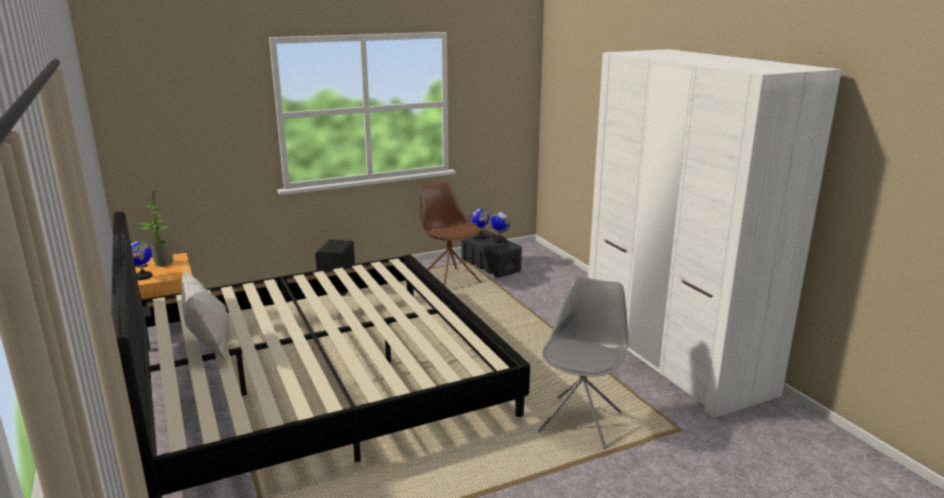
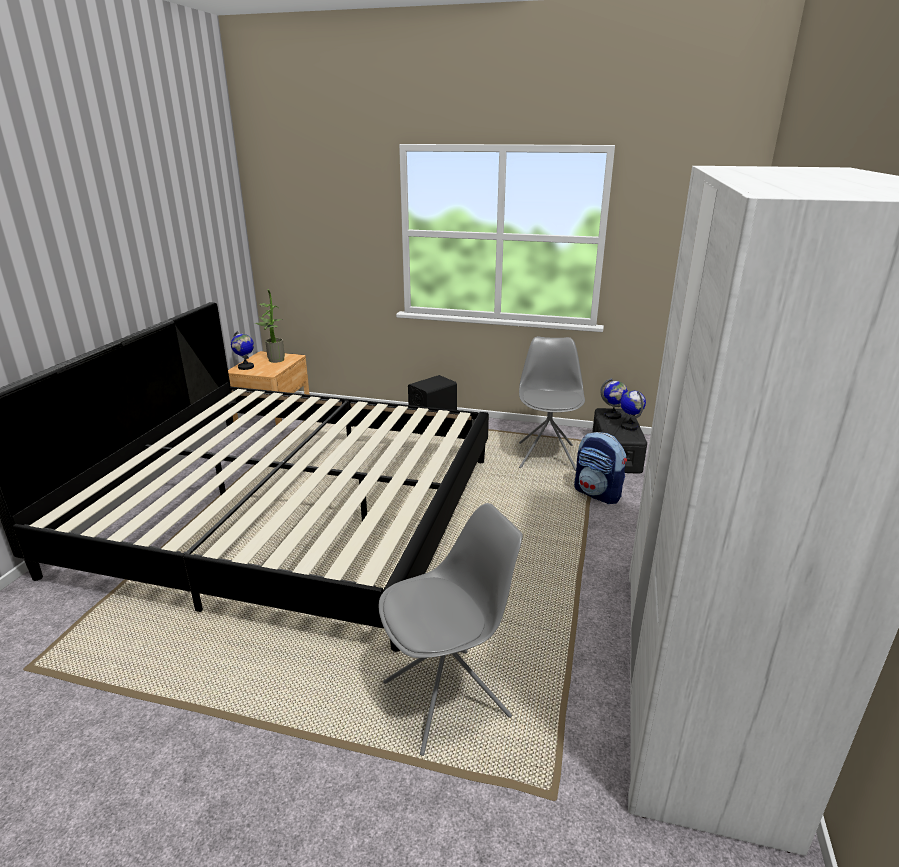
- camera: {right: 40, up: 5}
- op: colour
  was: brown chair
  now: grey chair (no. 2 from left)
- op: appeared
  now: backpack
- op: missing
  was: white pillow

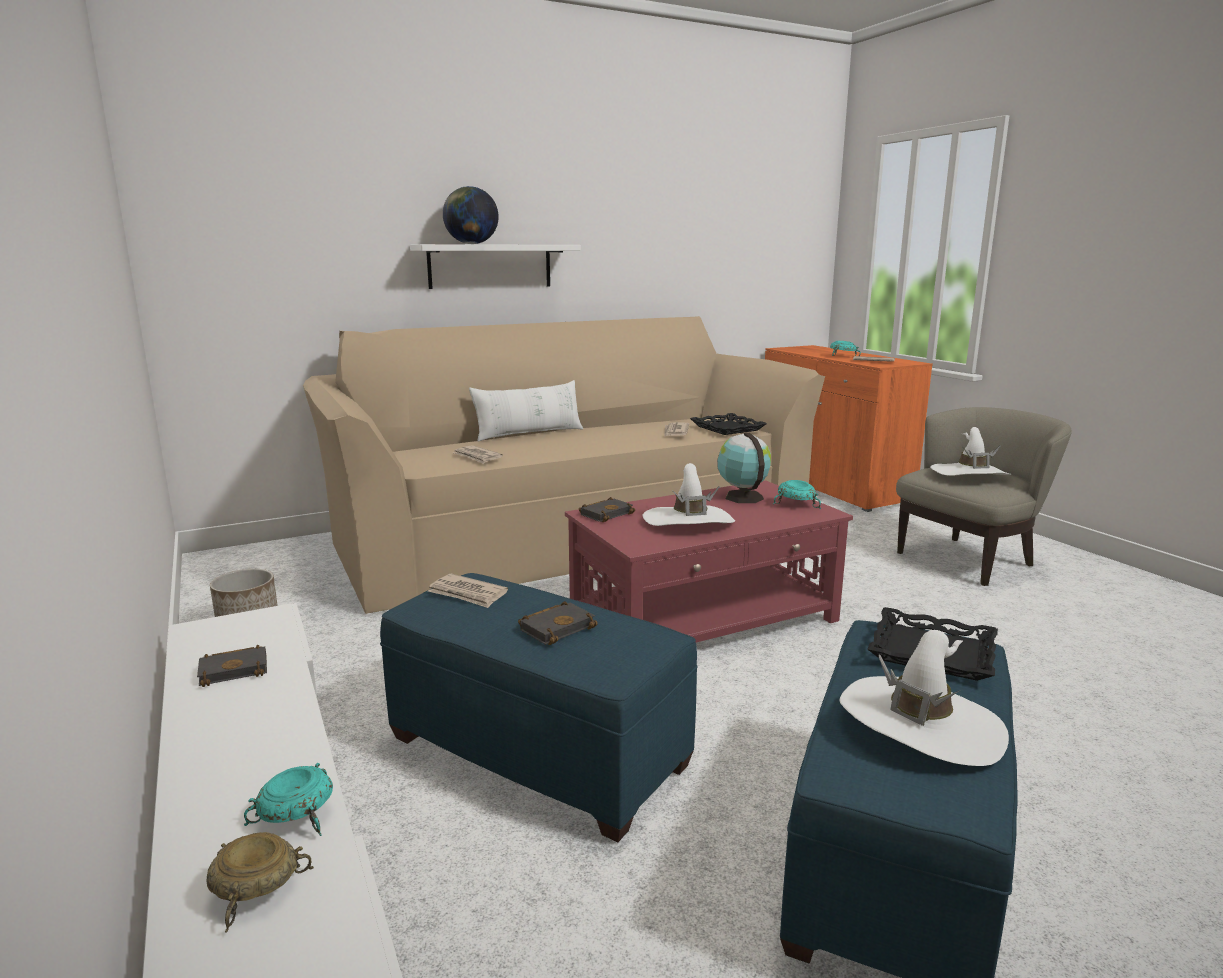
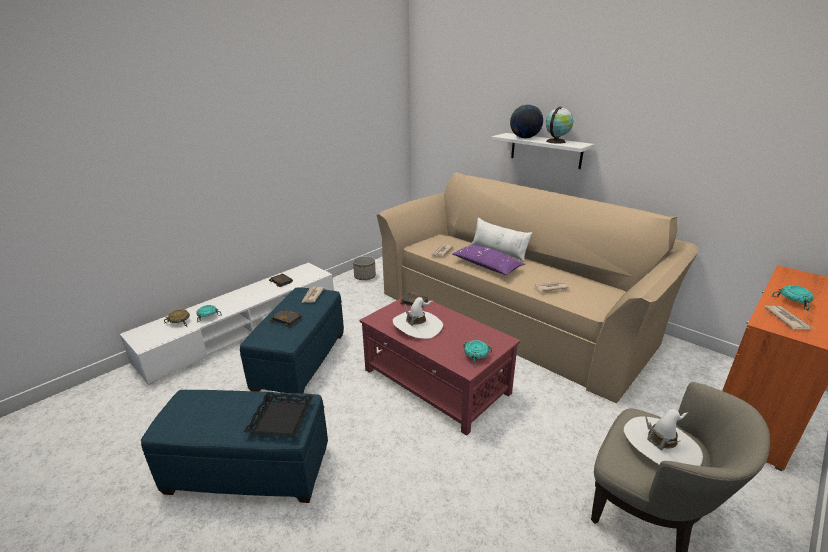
- camera: {right: 70, up: 10}
- op: appeared
  now: purple pillow
- op: relocated
  was: globe (no. 2 from left)
- op: missing
  was: black tray (no. 1 from left)
- op: missing
  was: white hat (no. 2 from left)

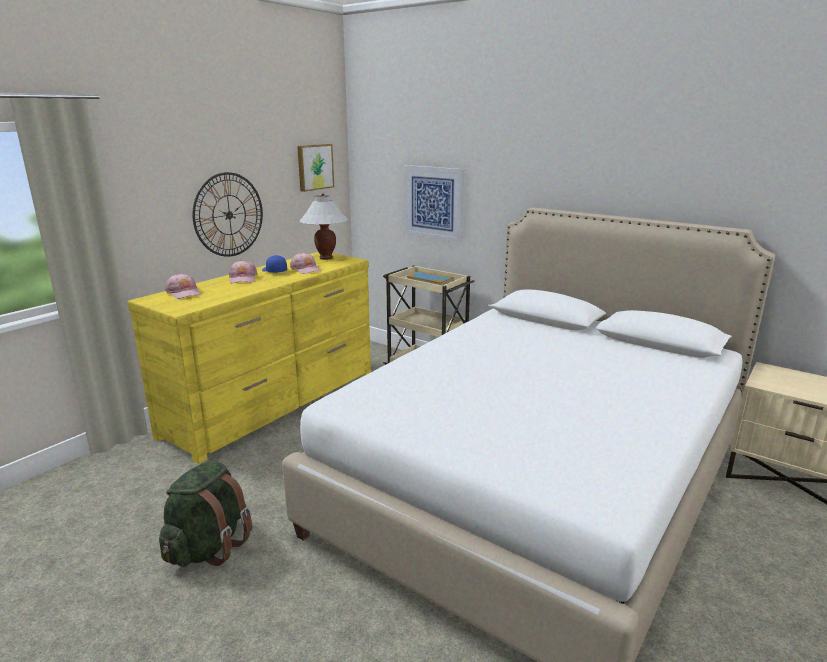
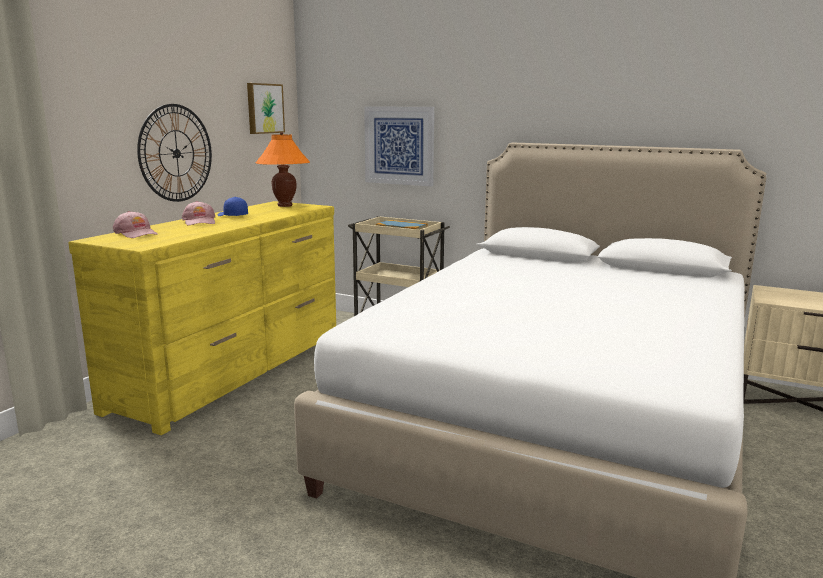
- camera: {right: -10, up: -5}
- op: colour
  was: white table lamp
  now: orange table lamp
- op: missing
  was: green backpack
- op: missing
  was: pink cap (no. 3 from left)

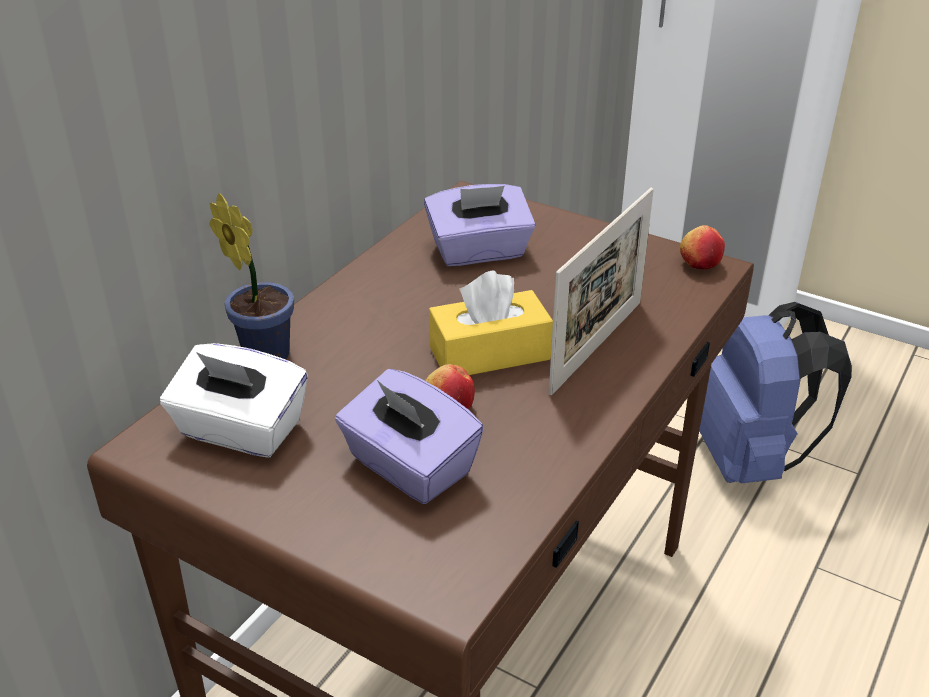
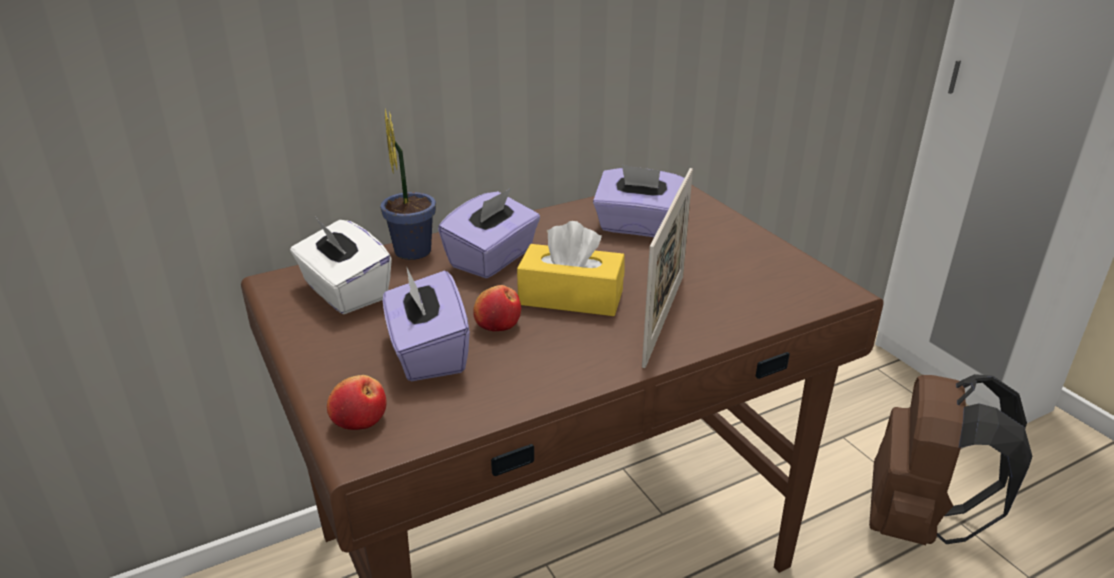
- camera: {right: 30, up: -5}
- op: relocated
  was: apple (no. 2 from left in the first image)
  now: apple (no. 1 from left)
- op: appeared
  now: purple tissue box (no. 2 from left)
- op: spun
  was: picture frame
  clockwise: -45
- op: colour
  was: blue backpack
  now: brown backpack

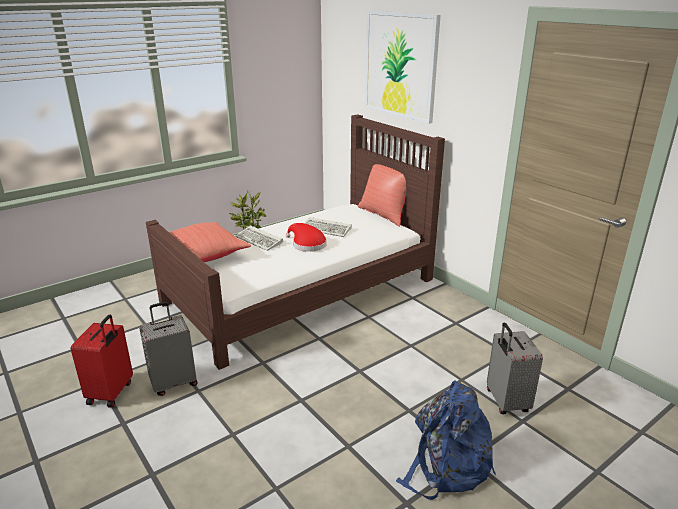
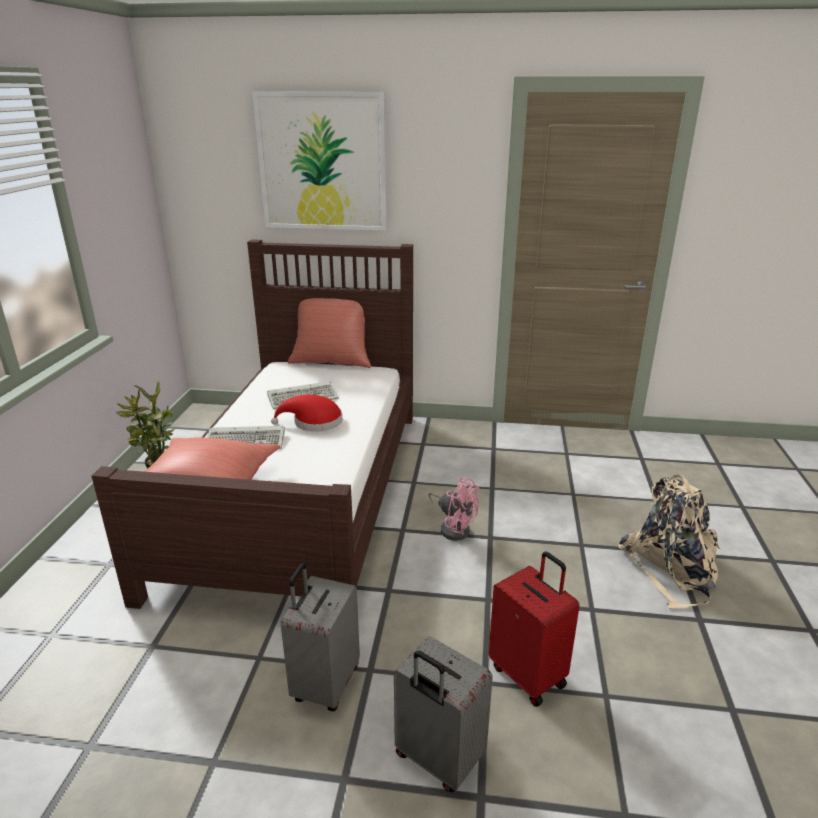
- camera: {right: -45, up: 0}
- op: relocated
  was: grey suitcase (no. 2 from left)
- op: appeared
  now: pink fan
- op: relocated
  was: red suitcase
- op: colour
  was: blue backpack
  now: beige backpack

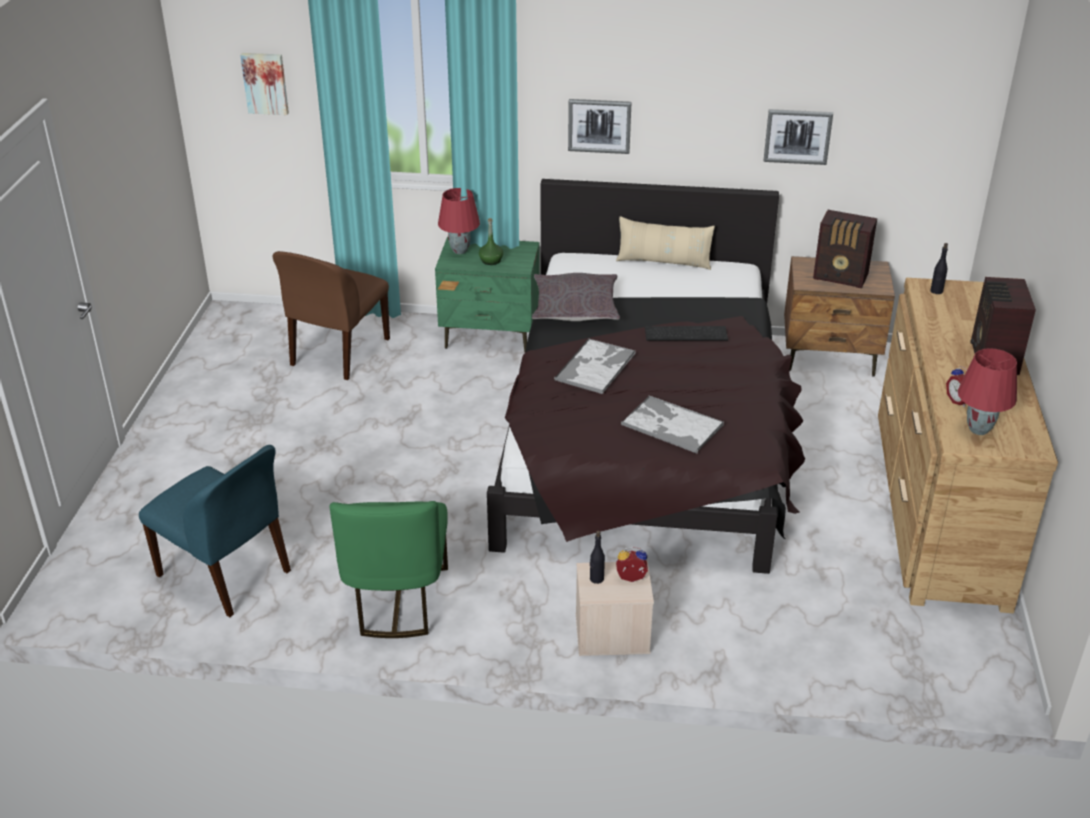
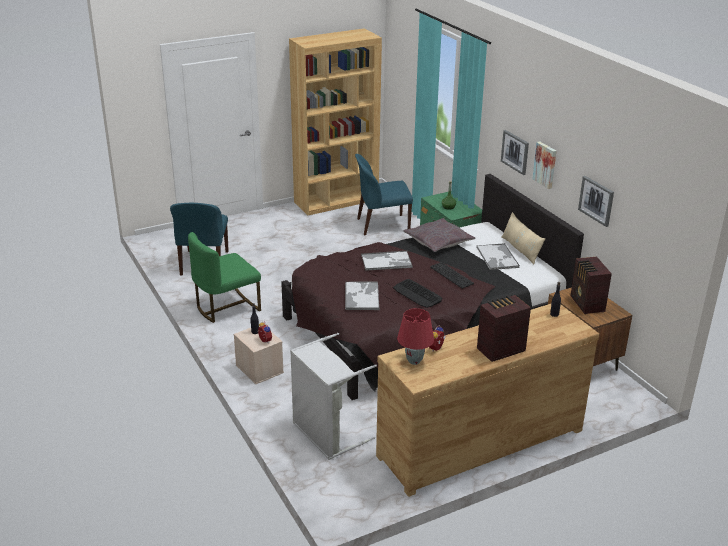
- camera: {right: 55, up: -5}
- op: appeared
  now: brown bookcase
- op: appeared
  now: grey laundry basket
- op: colour
  was: brown chair
  now: blue chair (no. 2 from left)
- op: appeared
  now: keyboard (no. 1 from left)
- op: appeared
  now: tray (no. 3 from left)
- op: relocated
  was: picture (no. 1 from left in the first image)
  now: picture (no. 2 from left)
- op: missing
  was: red table lamp (no. 1 from left)

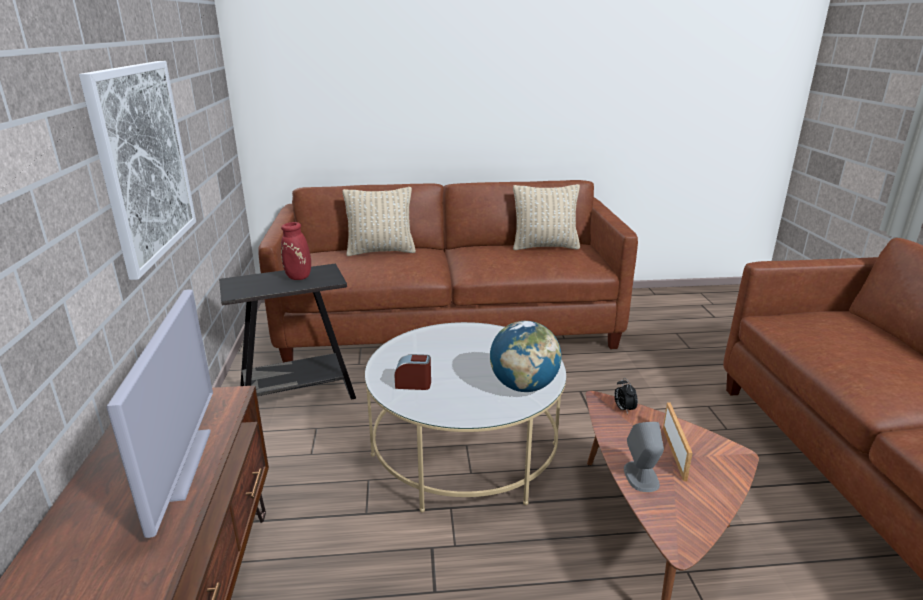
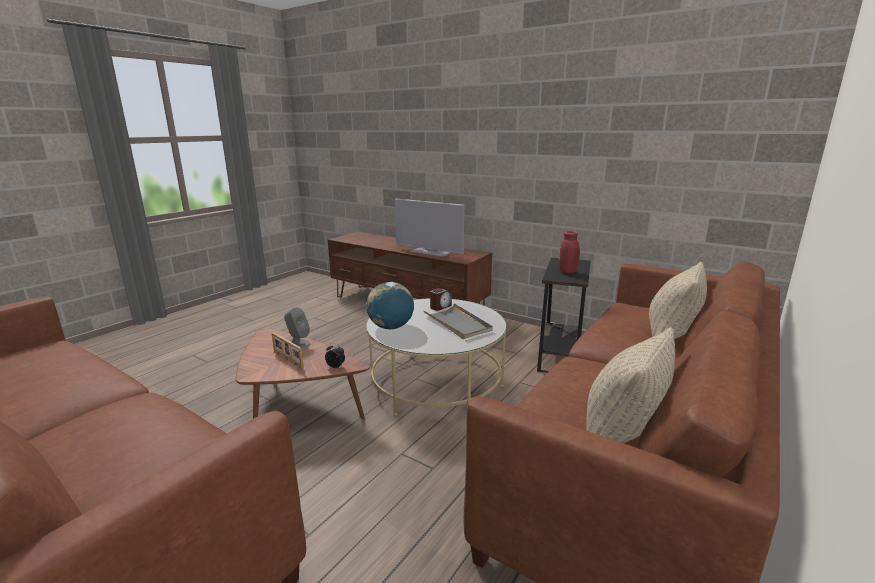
- camera: {right: 130, up: -5}
- op: appeared
  now: grey tray
- op: missing
  was: picture

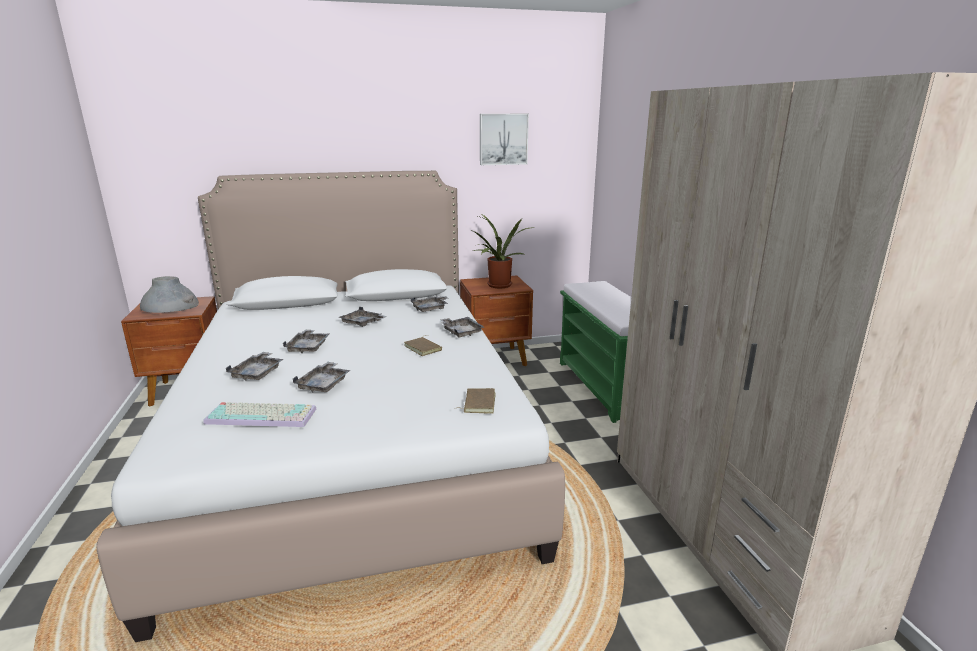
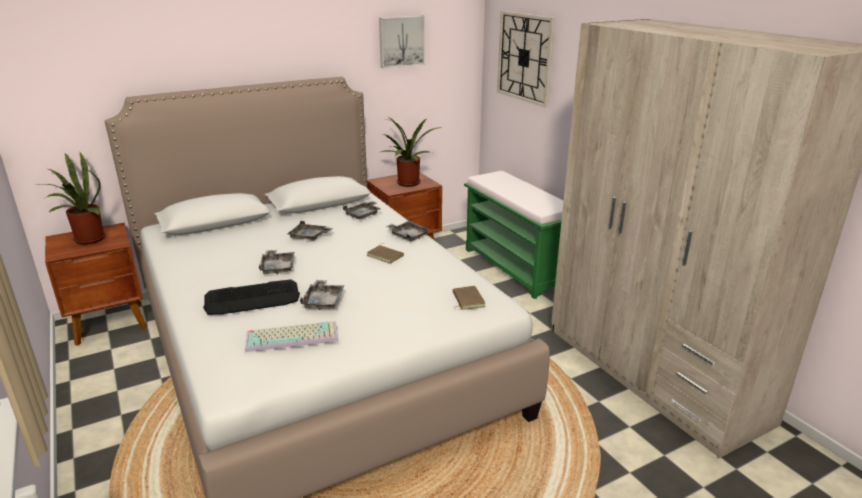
- camera: {right: -15, up: 5}
- op: exchanged
  was: grey vase
  now: potted plant (no. 1 from left)
- op: exchanged
  was: grey tray (no. 1 from left)
  now: keyboard (no. 1 from left)
- op: appeared
  now: wall clock

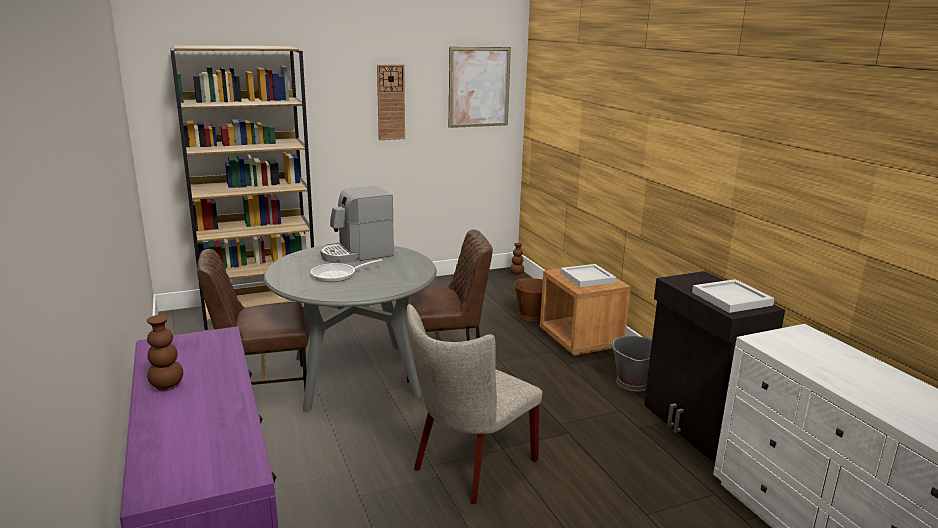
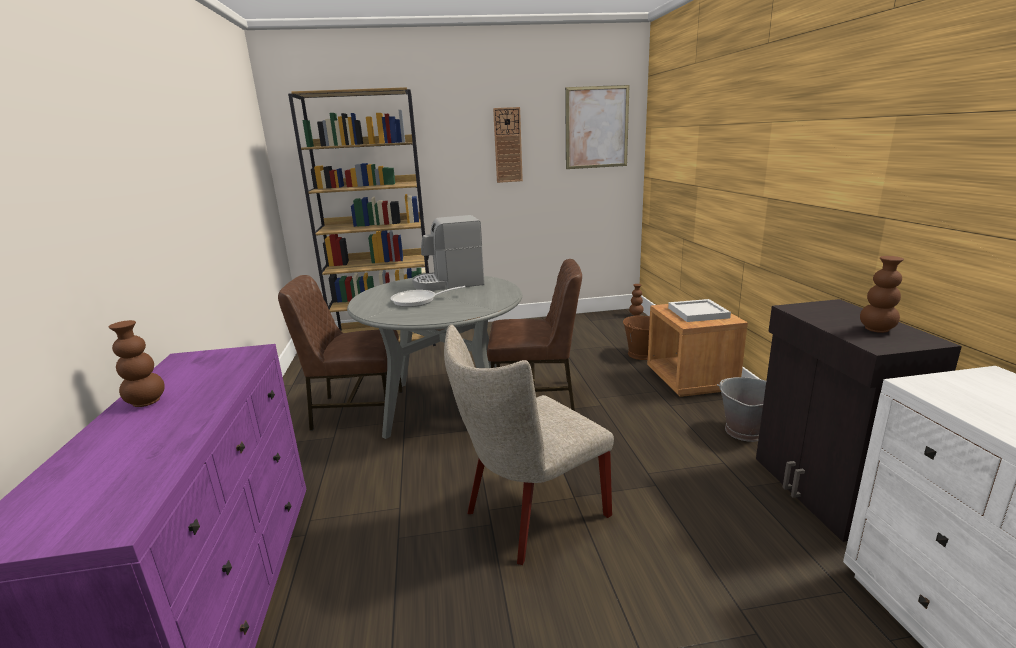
- camera: {right: 15, up: 0}
- op: exchanged
  was: white tray (no. 2 from left)
  now: brown vase (no. 3 from left)

